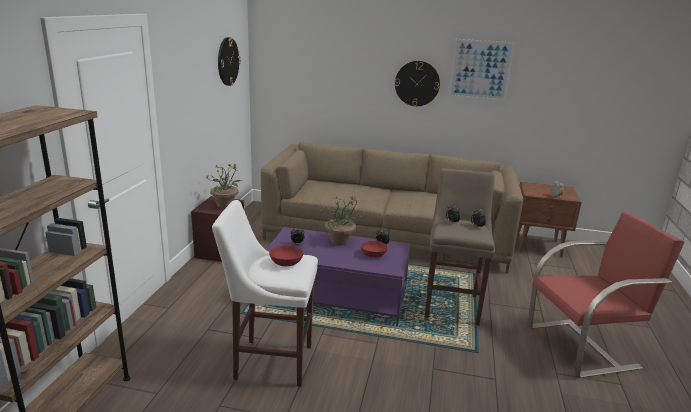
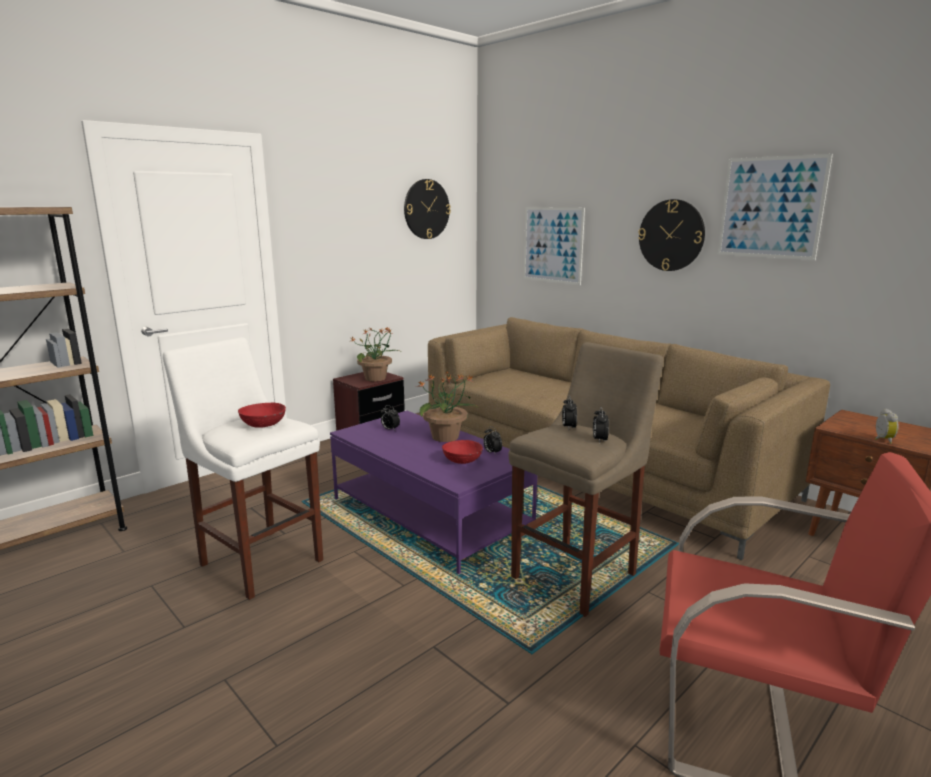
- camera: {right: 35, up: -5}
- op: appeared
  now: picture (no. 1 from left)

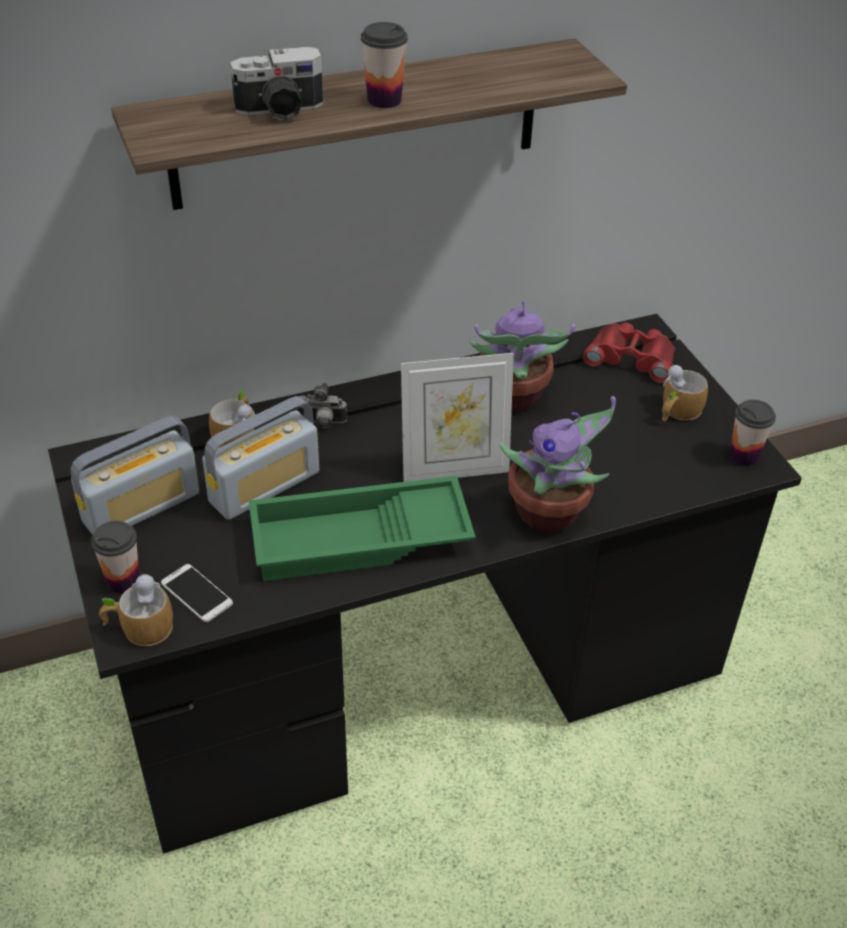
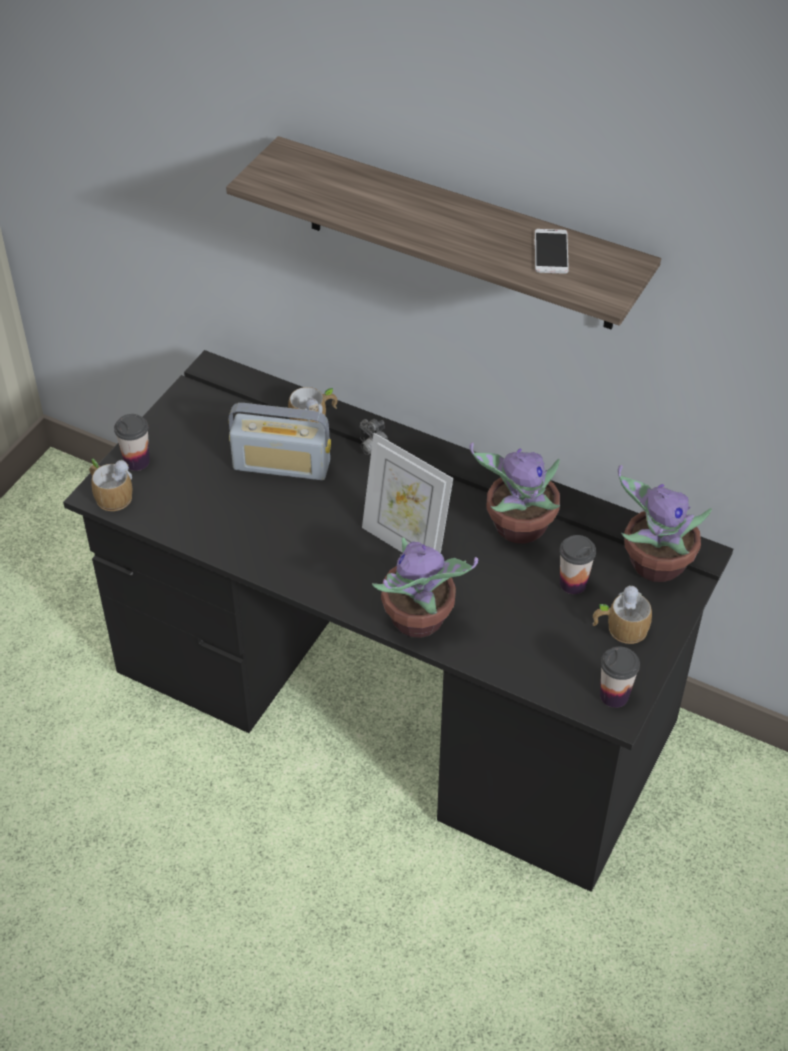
- camera: {right: 50, up: 5}
- op: relocated
  was: phone
- op: relocated
  was: cup (no. 2 from left)
- op: exchanged
  was: red binoculars
  now: potted plant (no. 3 from left)
- op: missing
  was: radio (no. 1 from left)
- op: missing
  was: photo camera (no. 1 from left)
- op: missing
  was: green tray

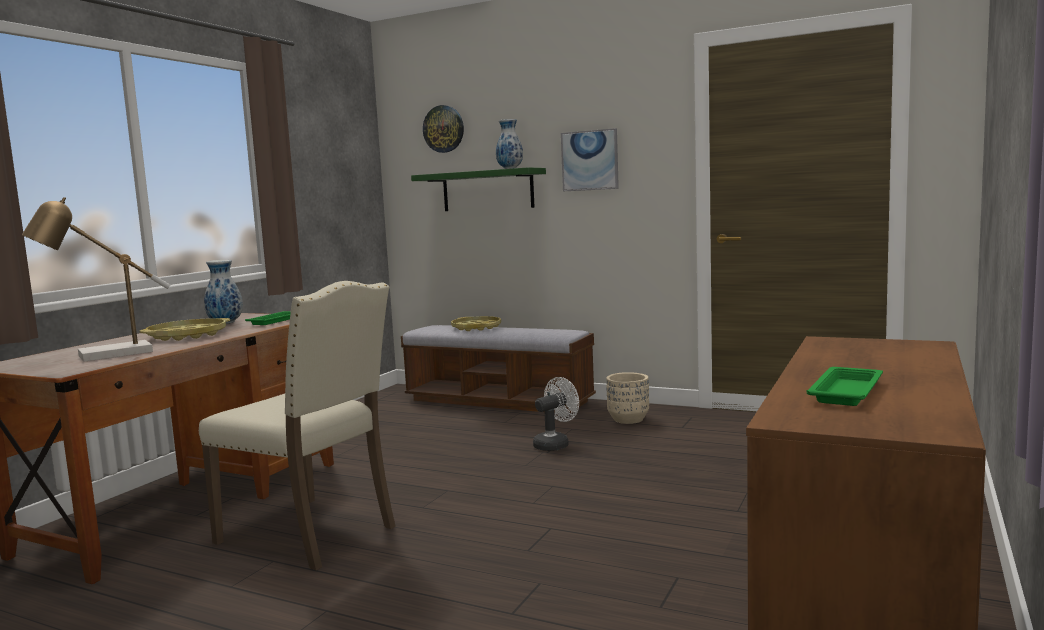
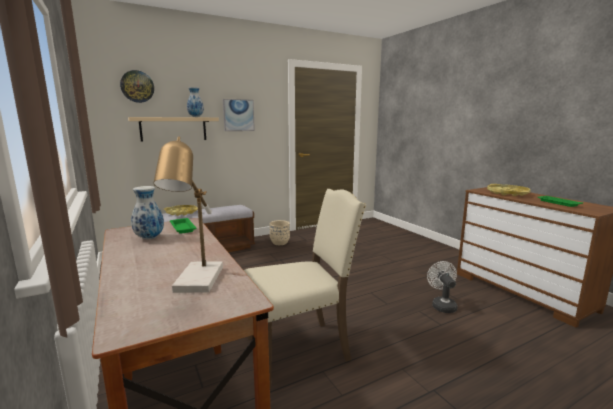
- camera: {right: -55, up: 5}
- op: colour
  was: green shelf
  now: beige shelf
- op: relocated
  was: white fan
- op: relocated
  was: yellow tray (no. 1 from left in the first image)
  now: yellow tray (no. 2 from left)

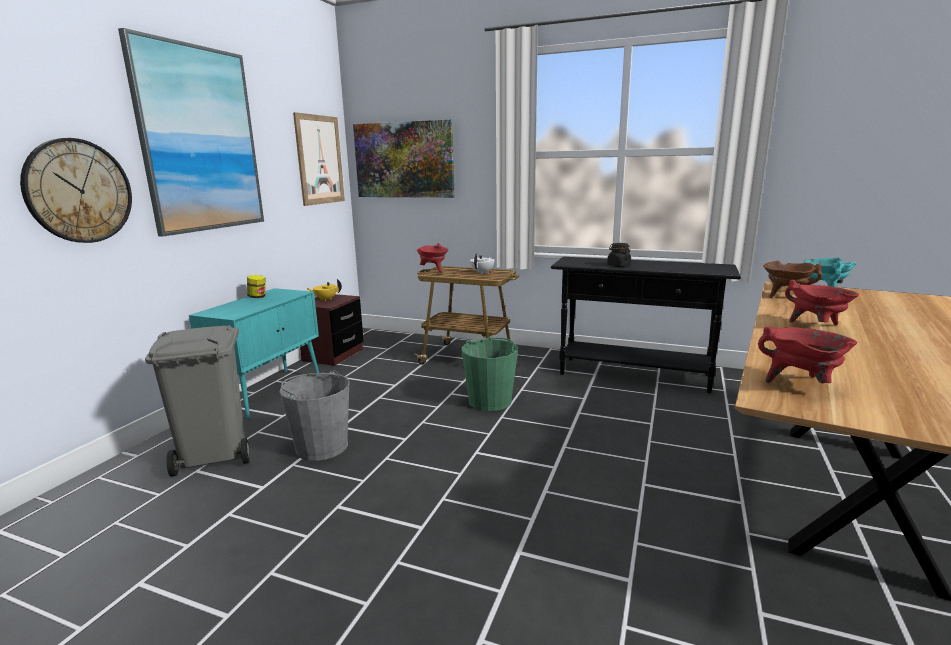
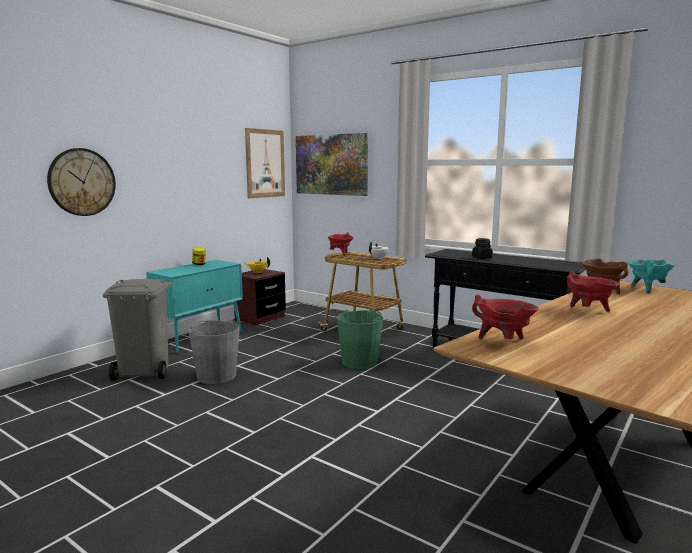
- camera: {right: 15, up: -5}
- op: missing
  was: picture (no. 1 from left)

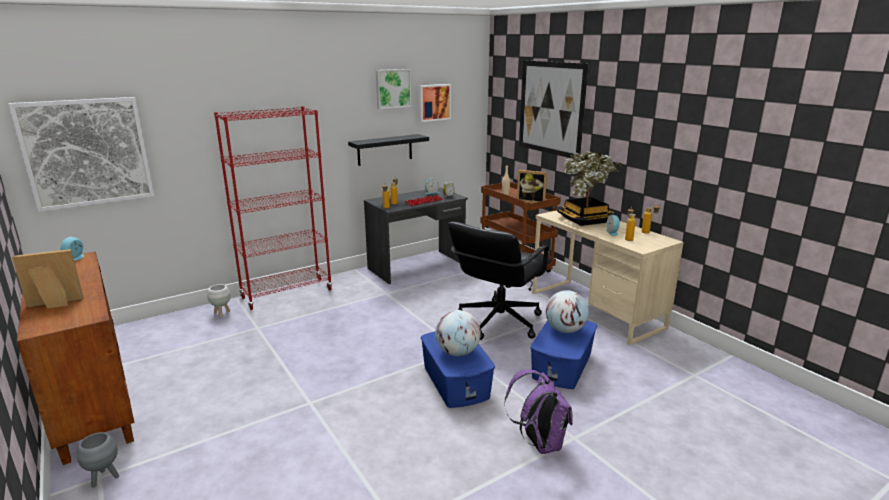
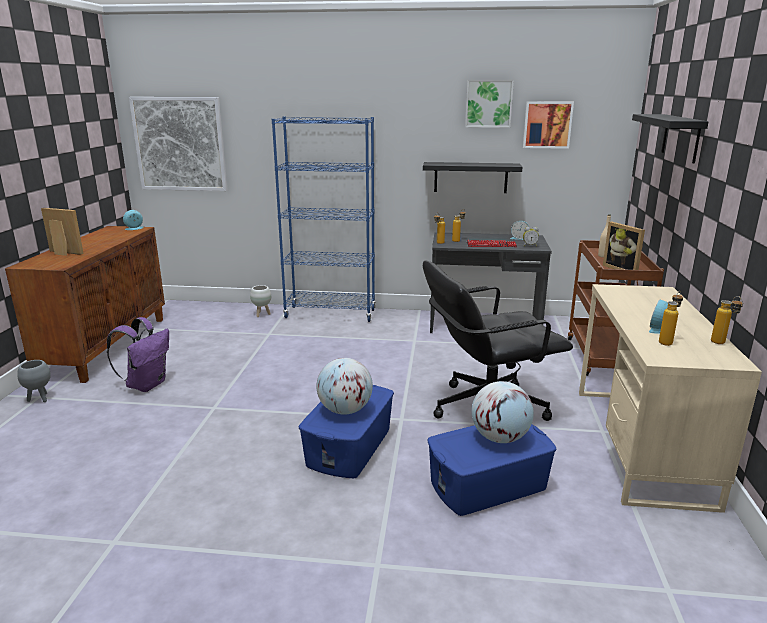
- camera: {right: 40, up: 0}
- op: relocated
  was: purple backpack
- op: colour
  was: red bookcase
  now: blue bookcase
- op: exchanged
  was: picture (no. 4 from left)
  now: black shelf (no. 2 from left)
- op: missing
  was: potted plant

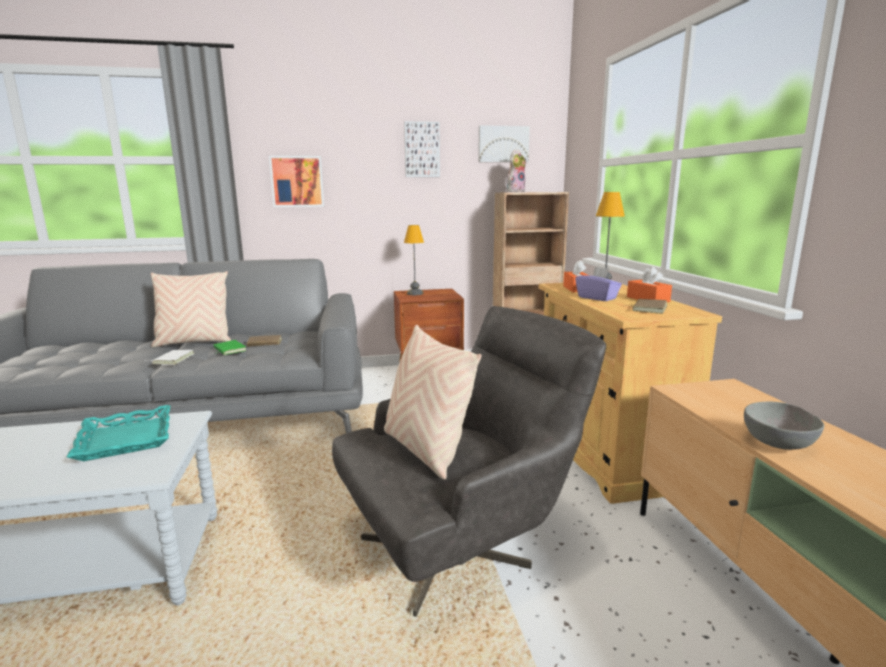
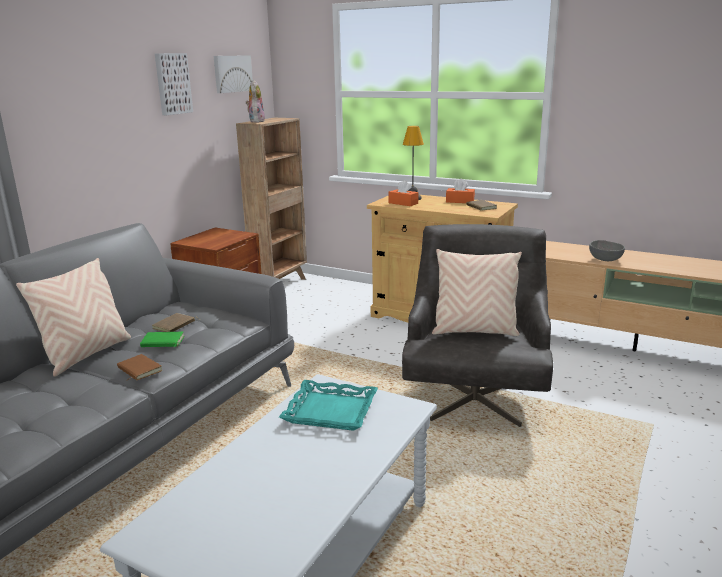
- camera: {right: -50, up: 5}
- op: colour
  was: white book
  now: brown book (no. 1 from left)
- op: missing
  was: picture (no. 1 from left)
- op: missing
  was: table lamp (no. 1 from left)
- op: missing
  was: purple tissue box

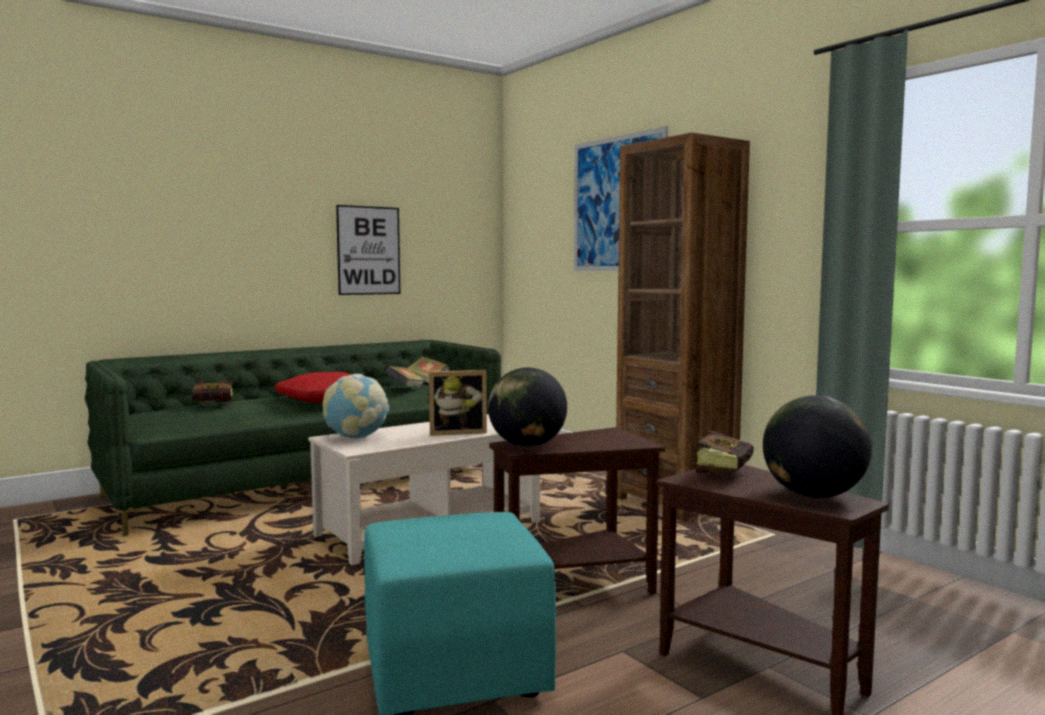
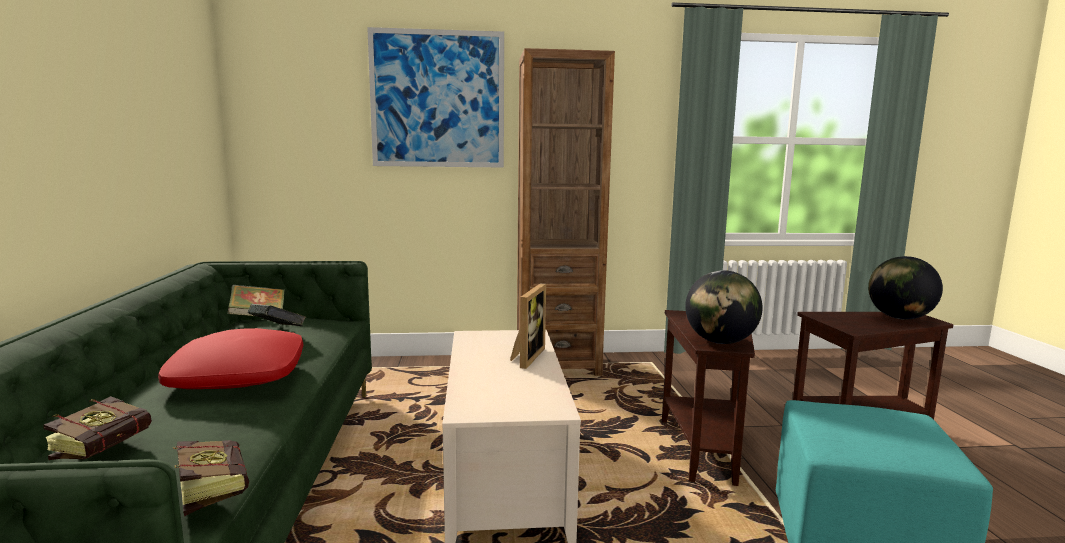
- camera: {right: -60, up: 5}
- op: relocated
  was: book (no. 4 from left in the first image)
  now: book (no. 2 from left)
- op: missing
  was: globe (no. 1 from left)
- op: missing
  was: picture (no. 1 from left)

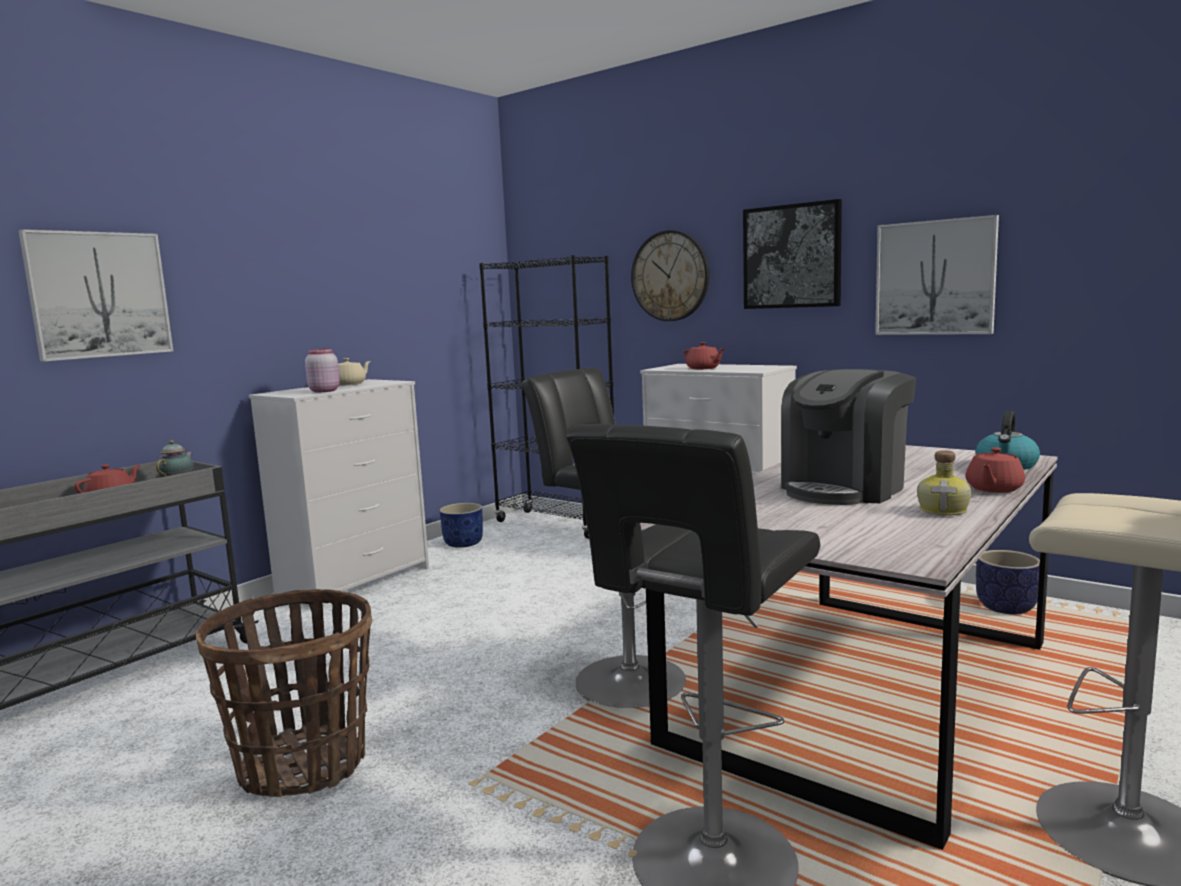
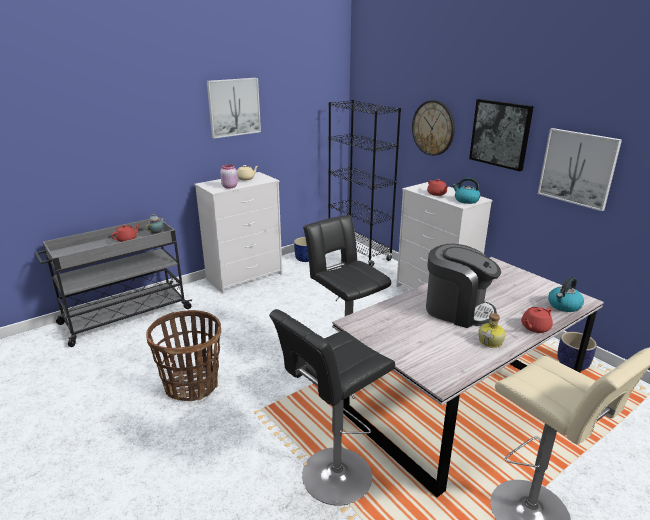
- camera: {right: 15, up: 15}
- op: relocated
  was: picture (no. 1 from left)
- op: spun
  was: coffee machine
  clockwise: -120
- op: appeared
  now: kettle (no. 1 from left)

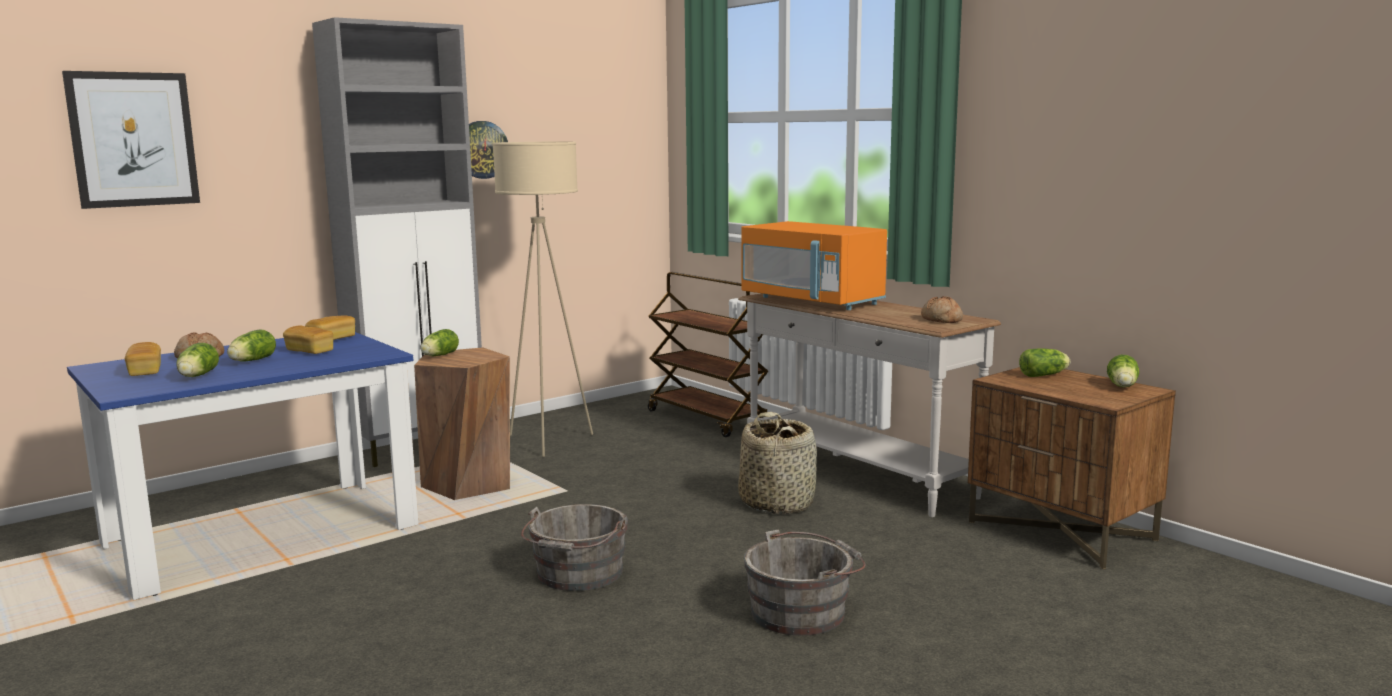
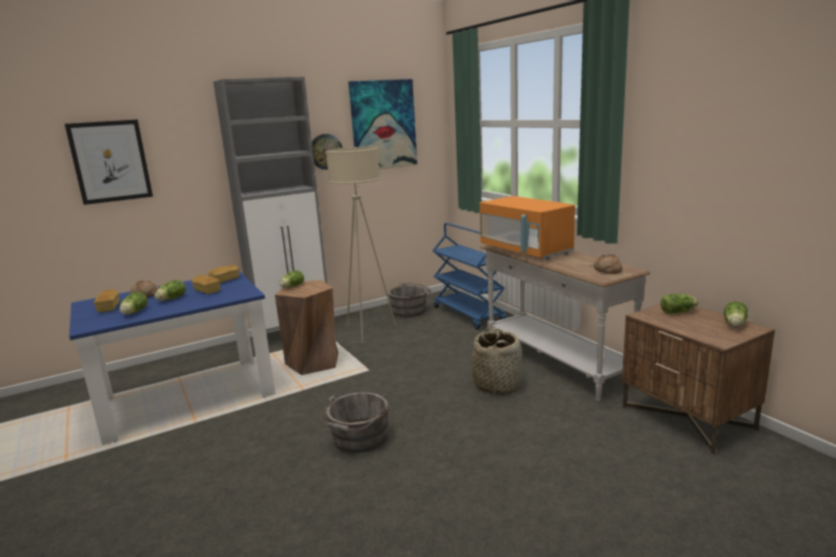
- camera: {right: 10, up: 5}
- op: appeared
  now: picture (no. 2 from left)
- op: relocated
  was: grey bucket (no. 2 from left)
- op: colour
  was: brown cart
  now: blue cart

